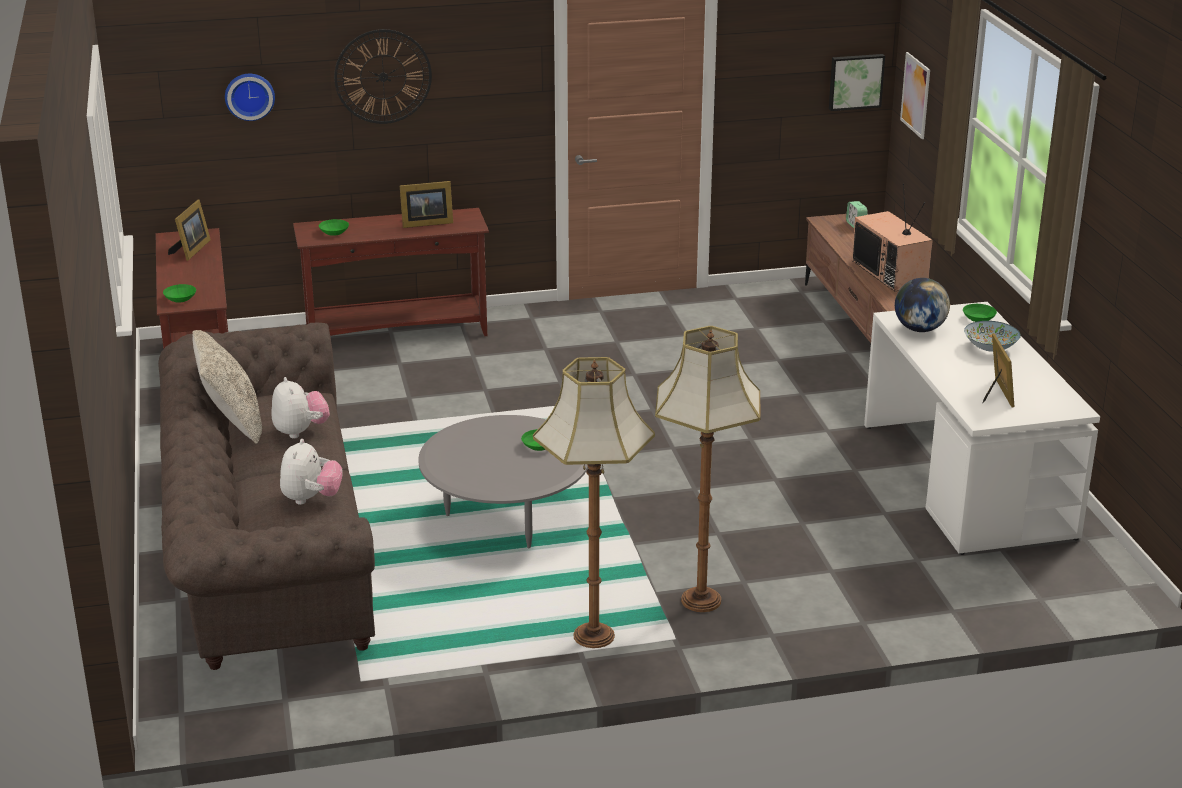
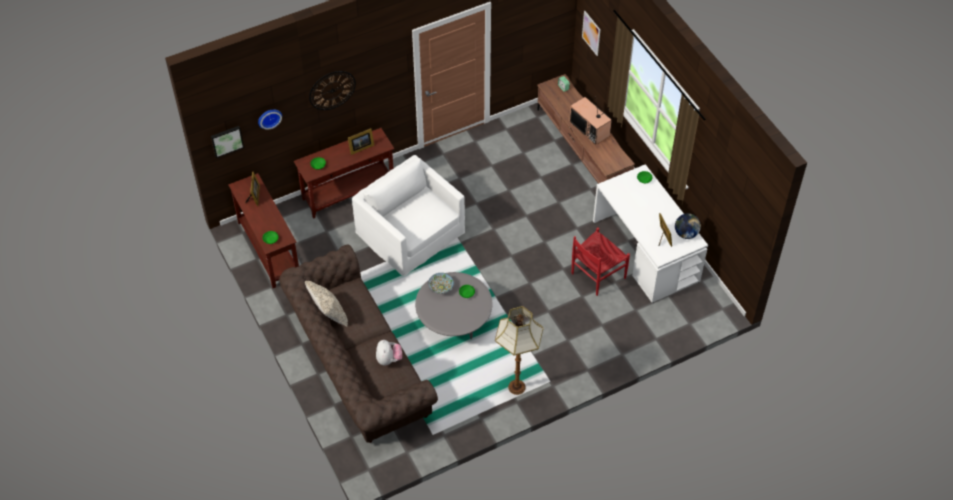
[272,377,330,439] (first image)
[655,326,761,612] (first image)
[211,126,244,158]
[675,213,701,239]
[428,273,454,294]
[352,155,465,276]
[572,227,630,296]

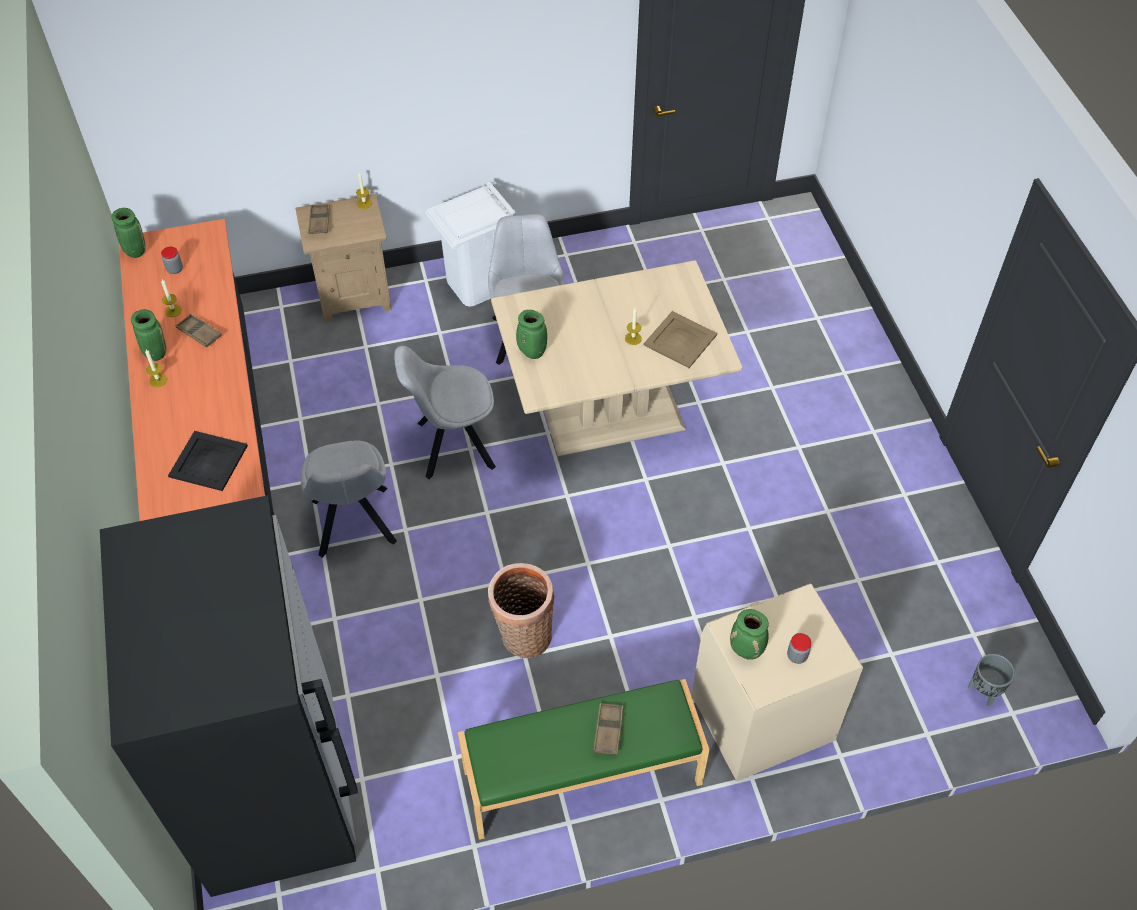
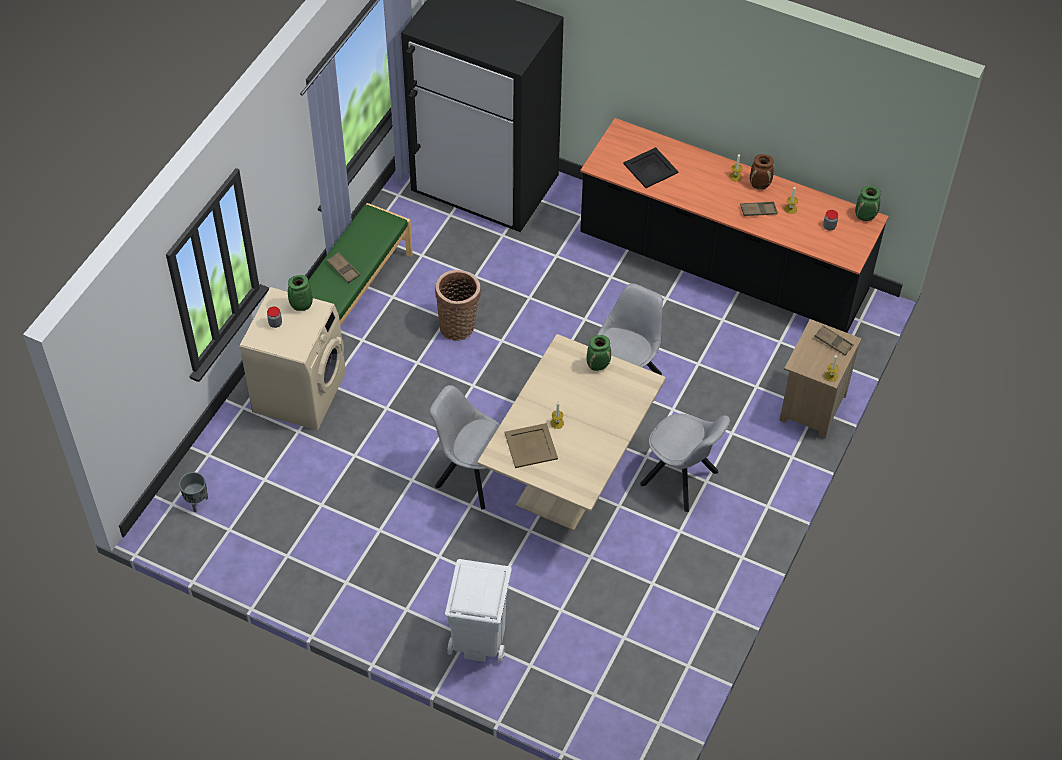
[750,154,774,189]
[430,385,500,510]
[445,559,512,662]

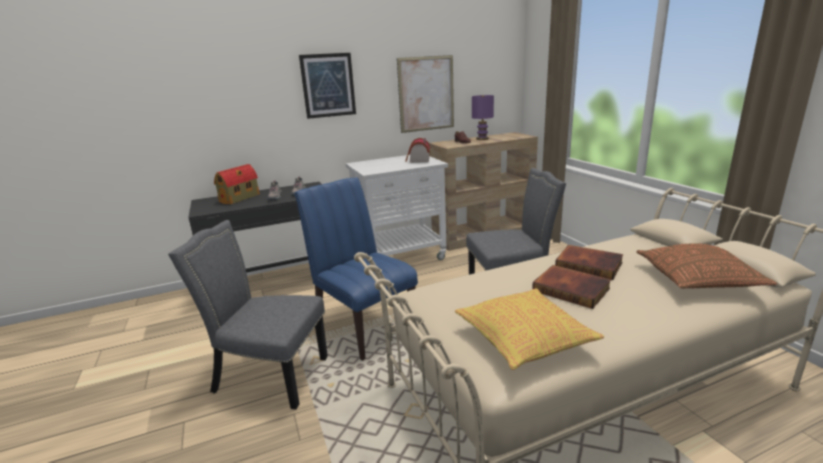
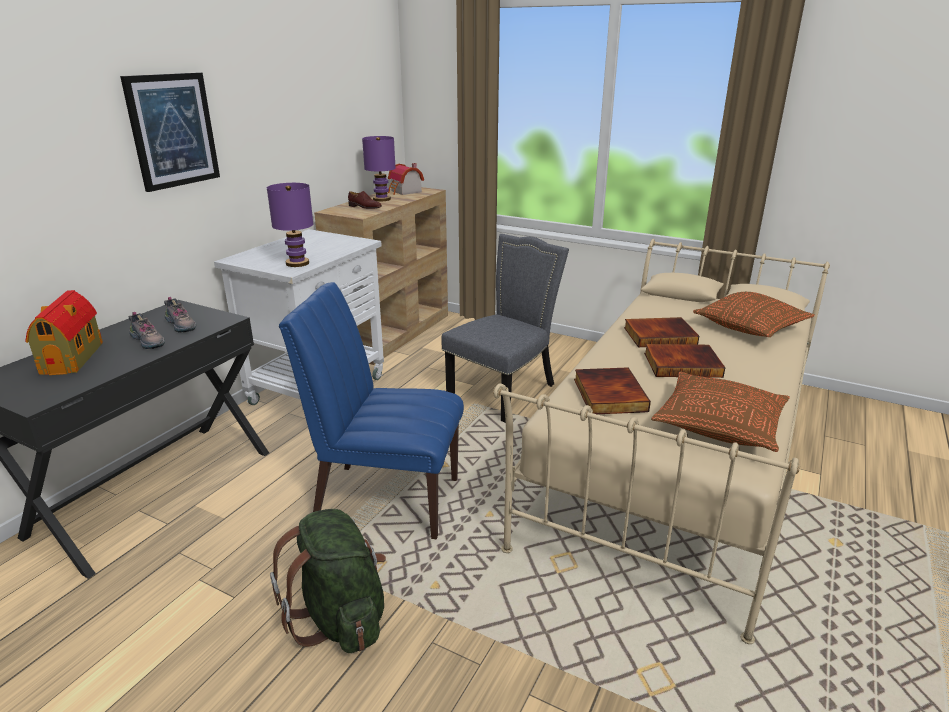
[270,509,386,653]
[397,55,454,133] (first image)
[388,163,424,195]
[651,371,790,452]
[267,183,313,267]
[574,367,651,414]

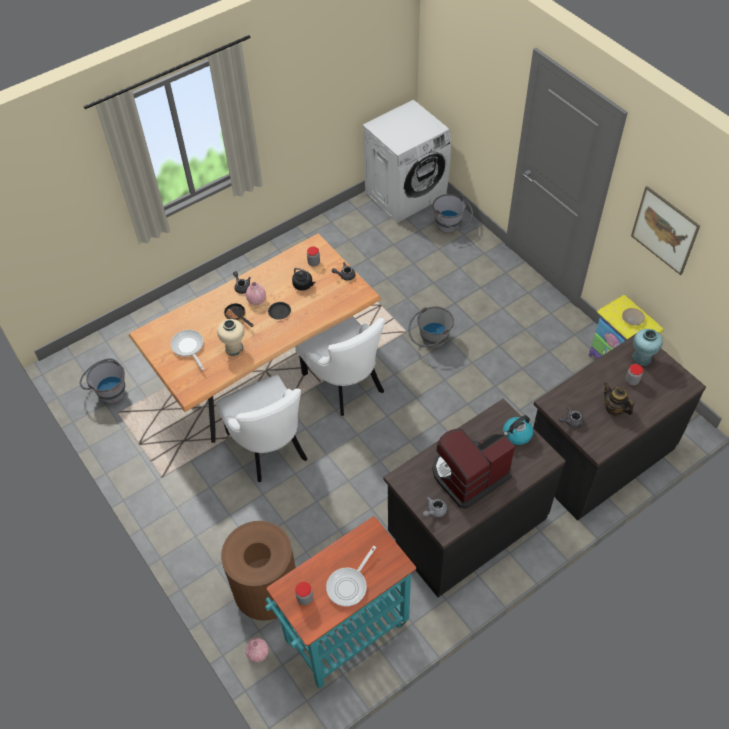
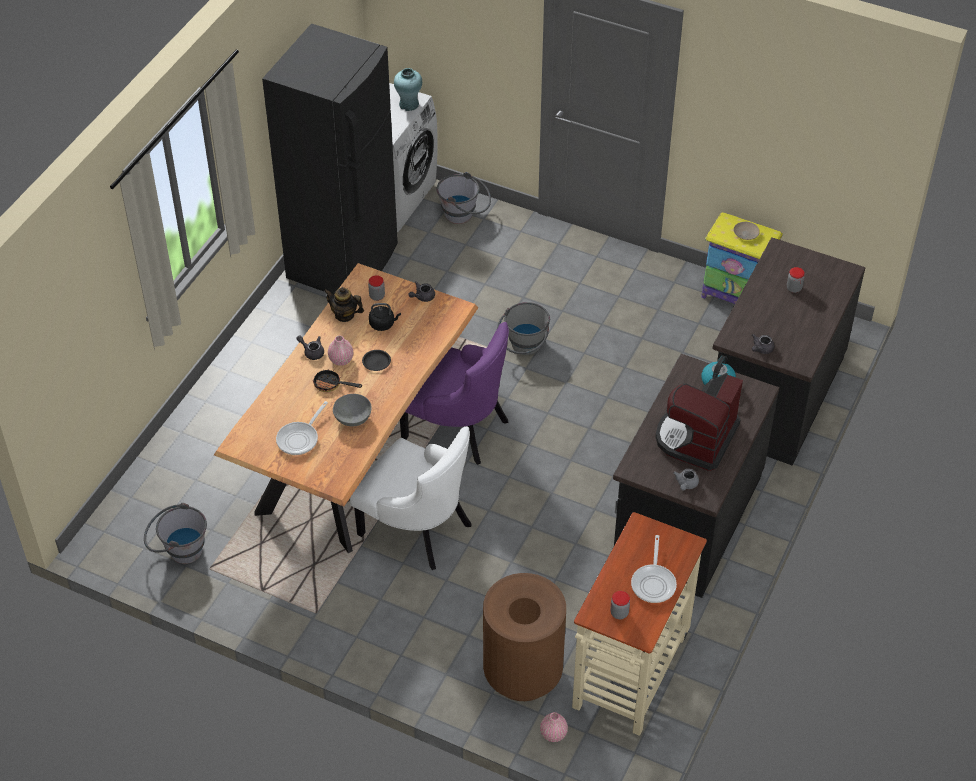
[276,401,328,455]
[333,394,372,426]
[572,512,707,736]
[400,322,509,465]
[324,287,364,322]
[631,186,700,275] (first image)
[394,68,422,111]
[262,23,398,295]

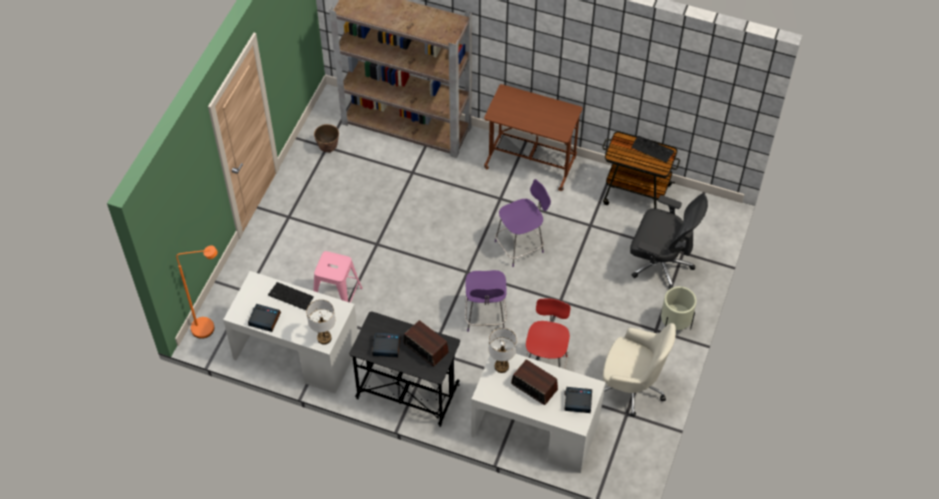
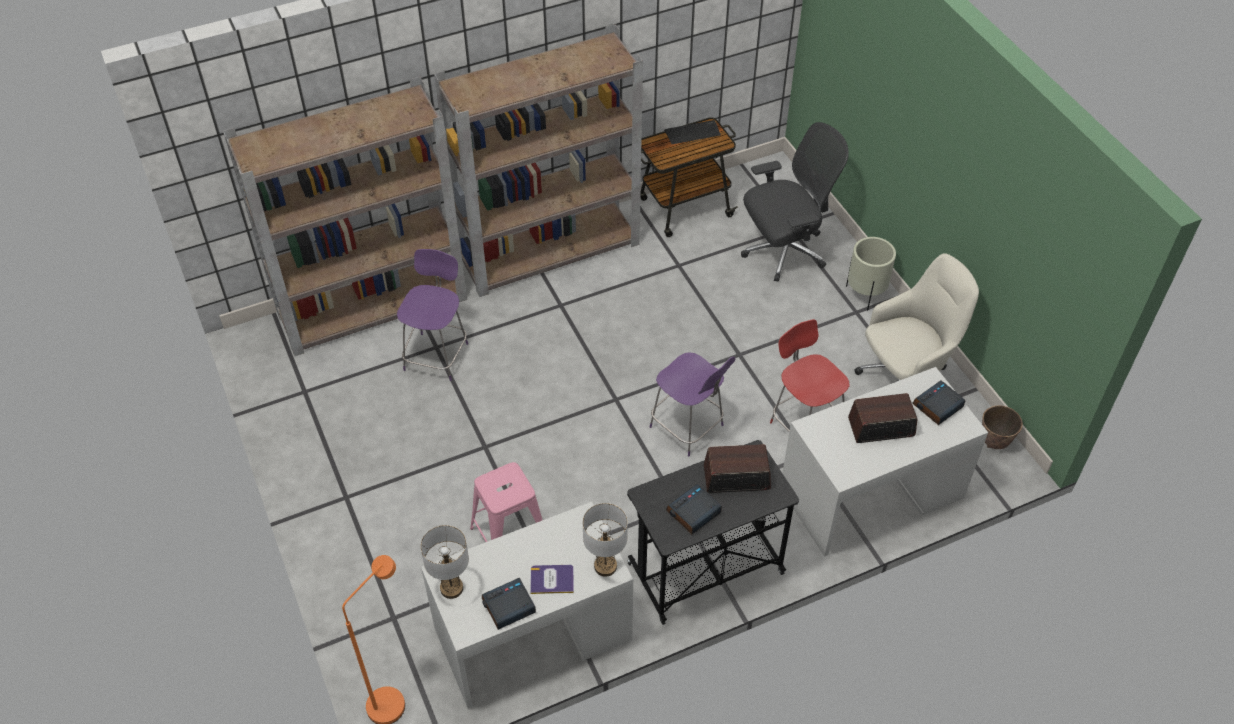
[268,282,314,310] (first image)
[982,405,1023,449]
[434,24,643,297]
[420,525,469,599]
[397,249,468,381]
[530,565,574,594]

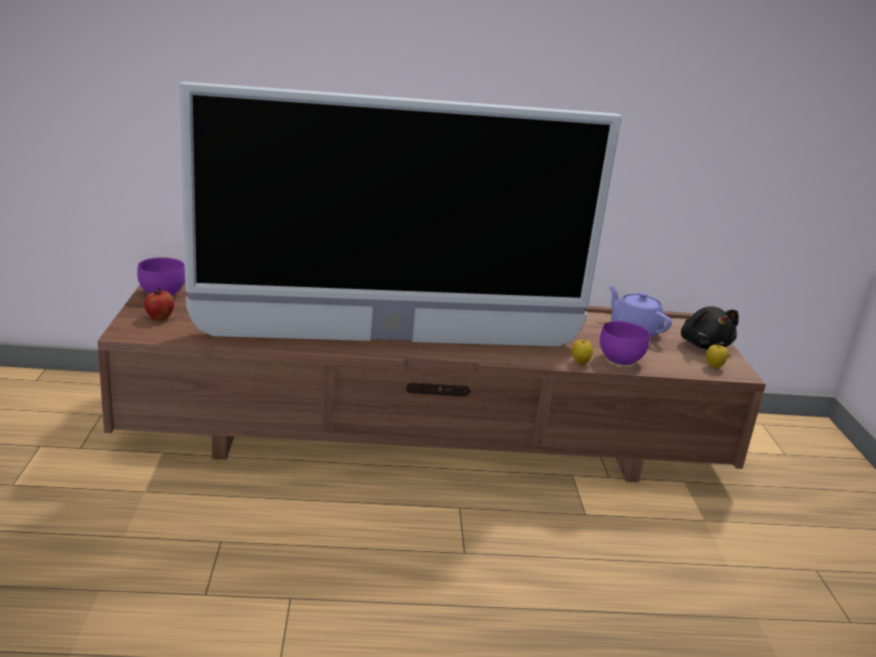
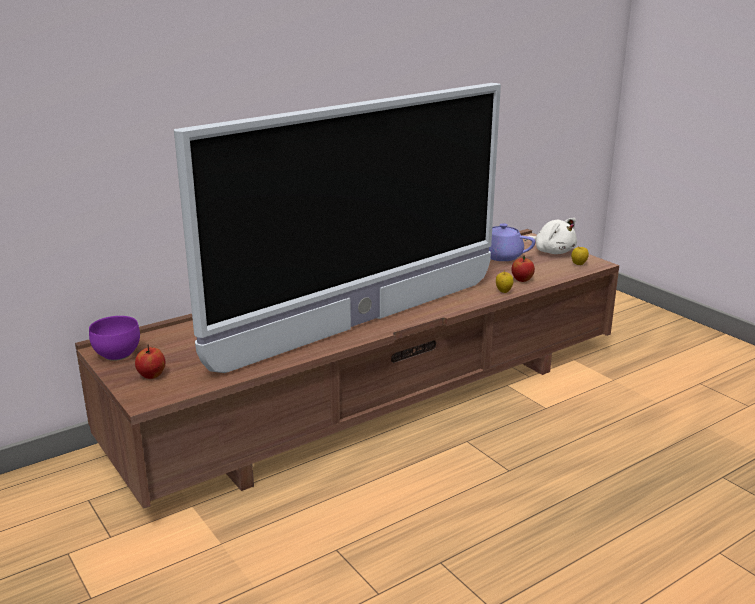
[511,255,535,282]
[525,218,577,254]

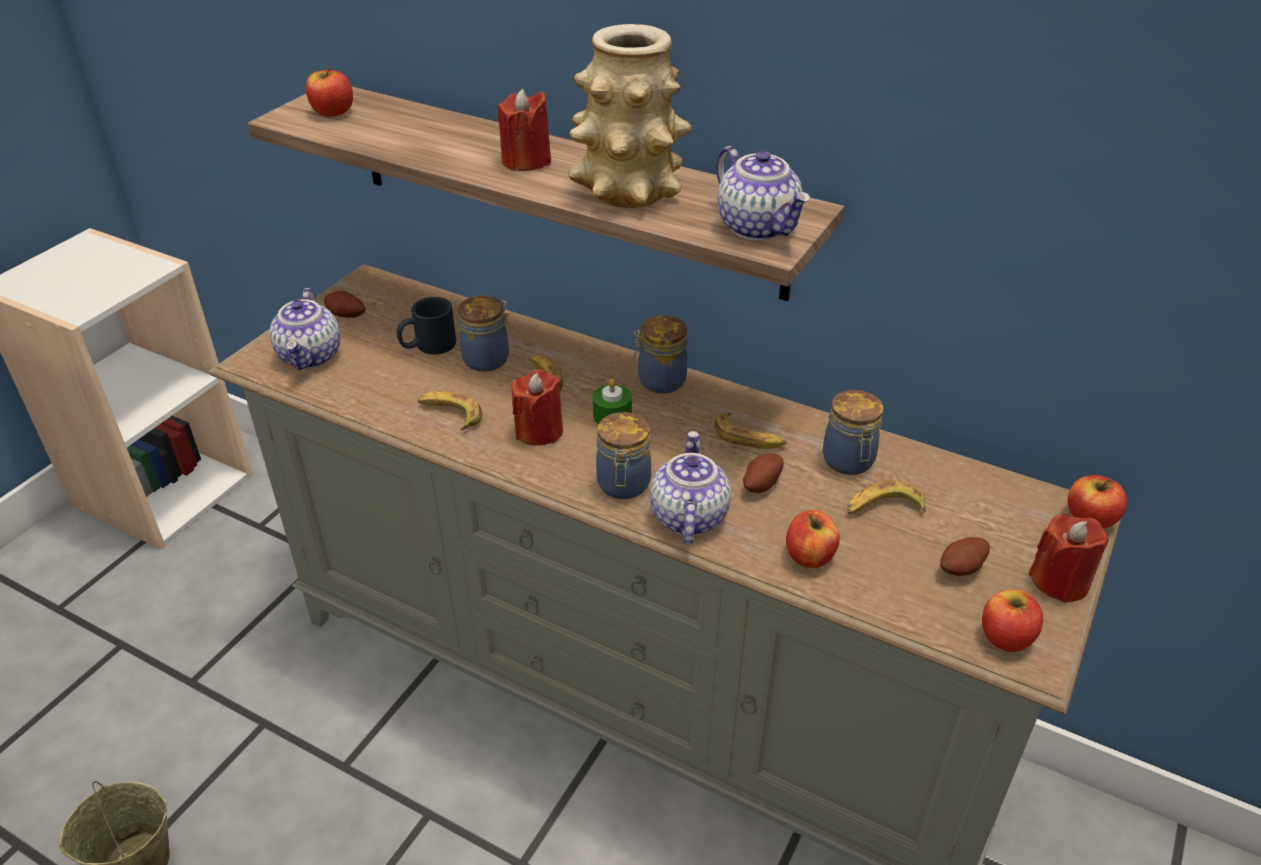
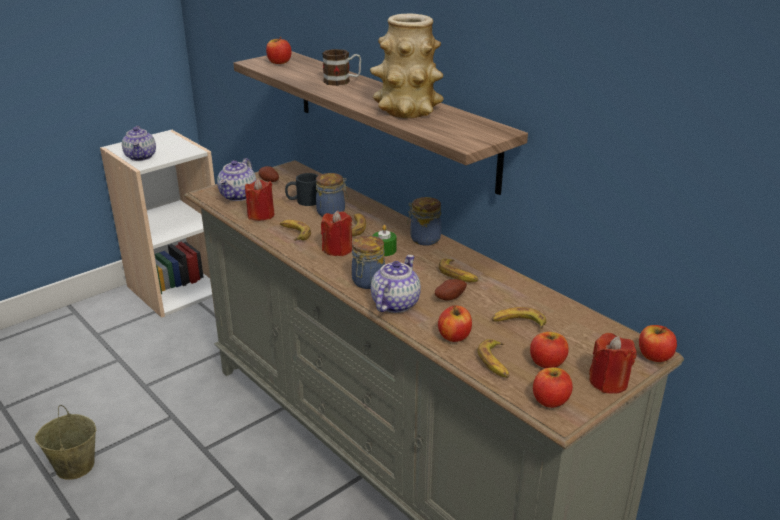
[245,178,274,221]
[122,126,156,161]
[823,390,883,475] (first image)
[530,332,569,368]
[322,49,361,86]
[478,339,510,378]

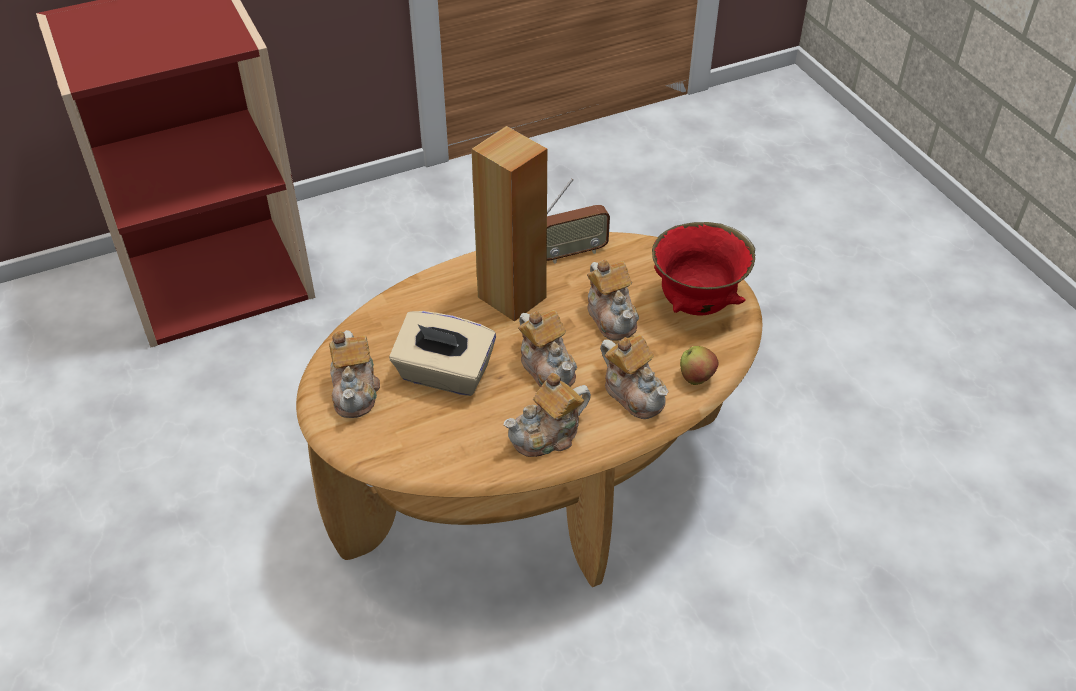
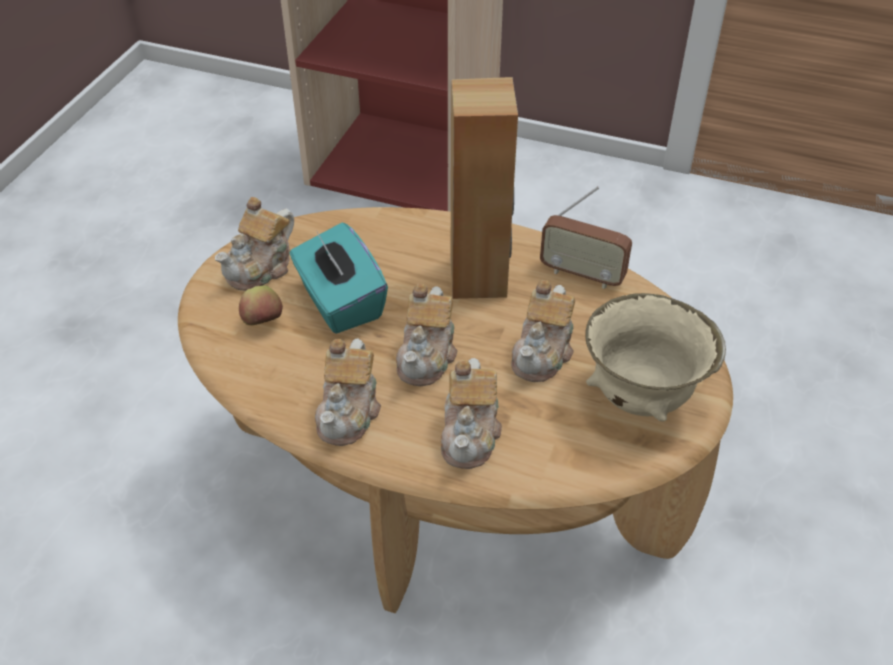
[290,223,388,334]
[315,339,381,446]
[585,293,726,422]
[239,285,283,325]

